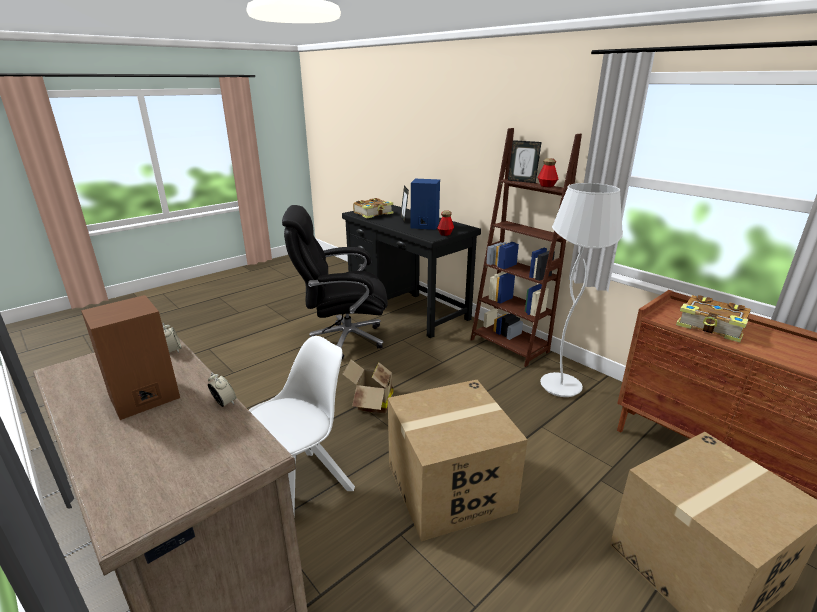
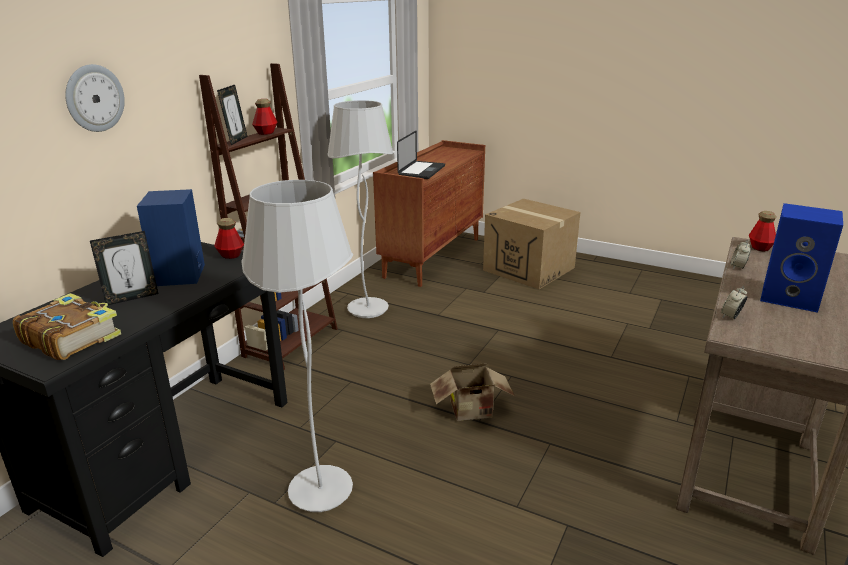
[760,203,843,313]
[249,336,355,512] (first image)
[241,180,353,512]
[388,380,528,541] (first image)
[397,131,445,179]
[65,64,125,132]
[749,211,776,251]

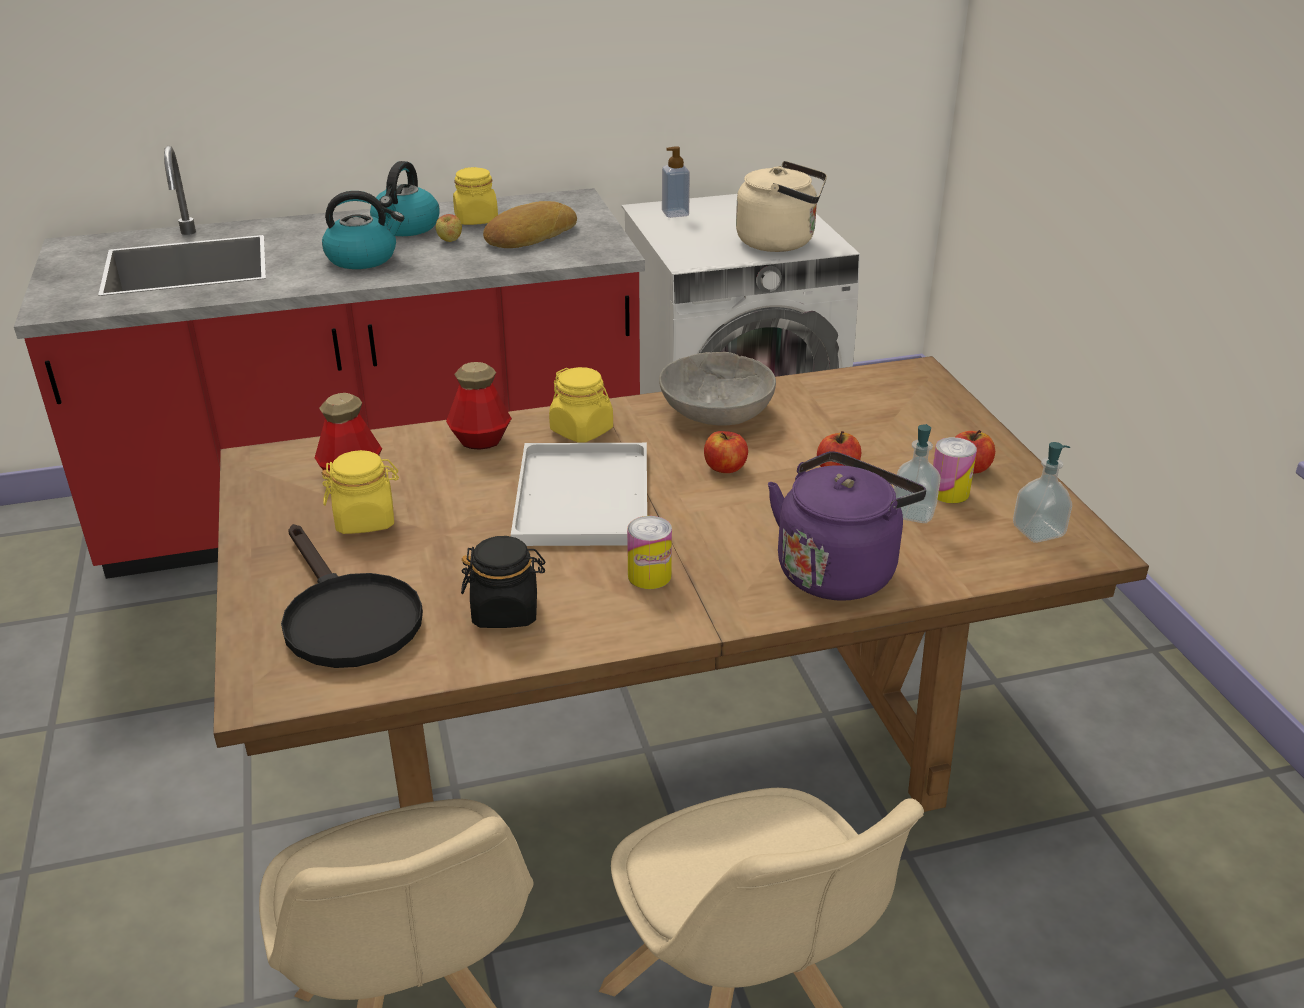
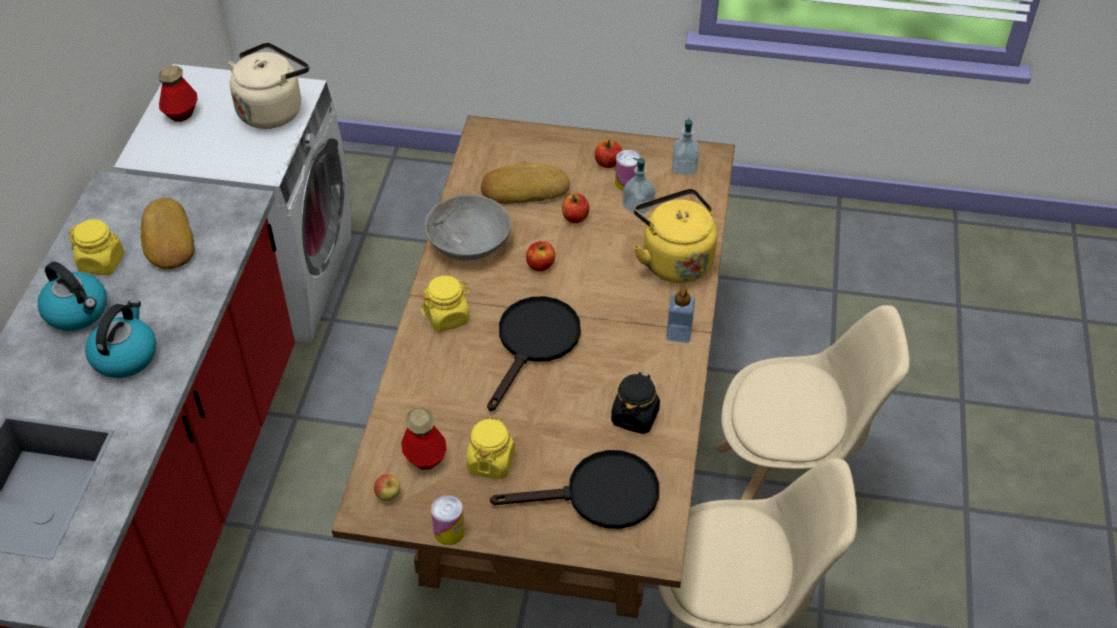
[374,474,401,501]
[158,65,197,122]
[487,296,581,411]
[431,495,465,545]
[666,286,695,343]
[633,189,717,283]
[481,163,570,204]

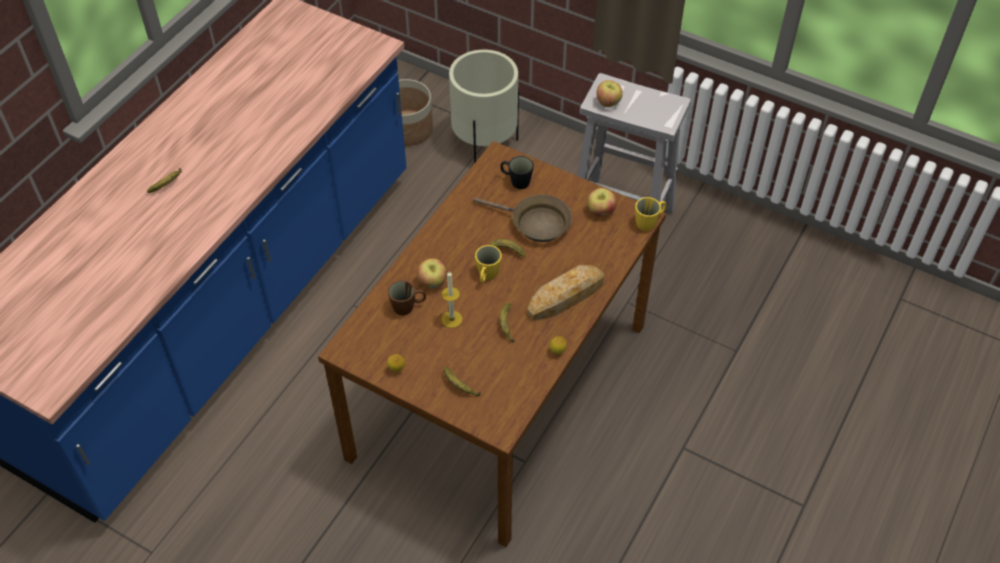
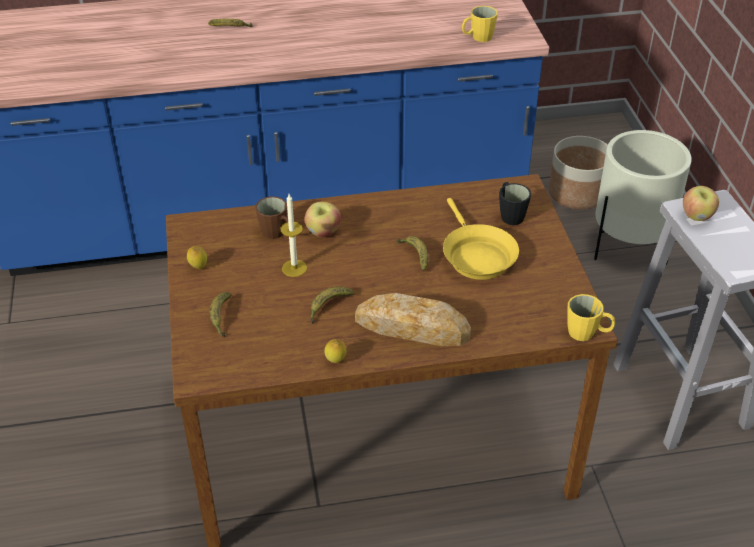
[443,198,519,280]
[462,6,498,42]
[587,188,617,216] (first image)

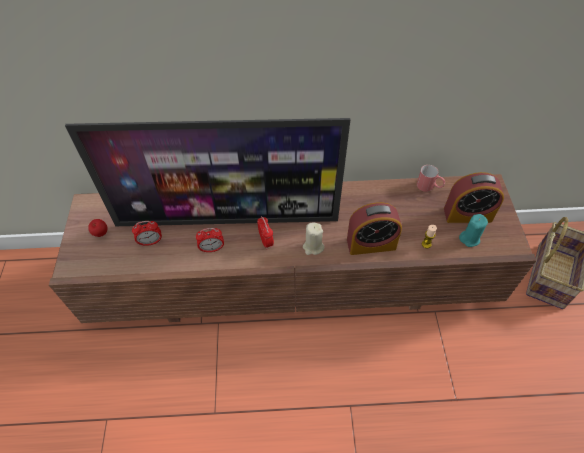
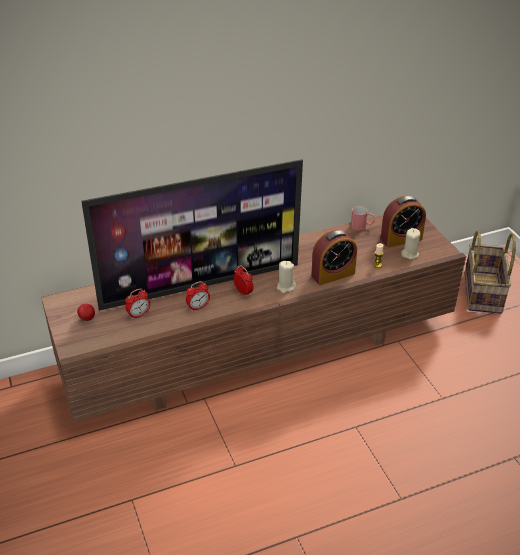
[401,228,420,259]

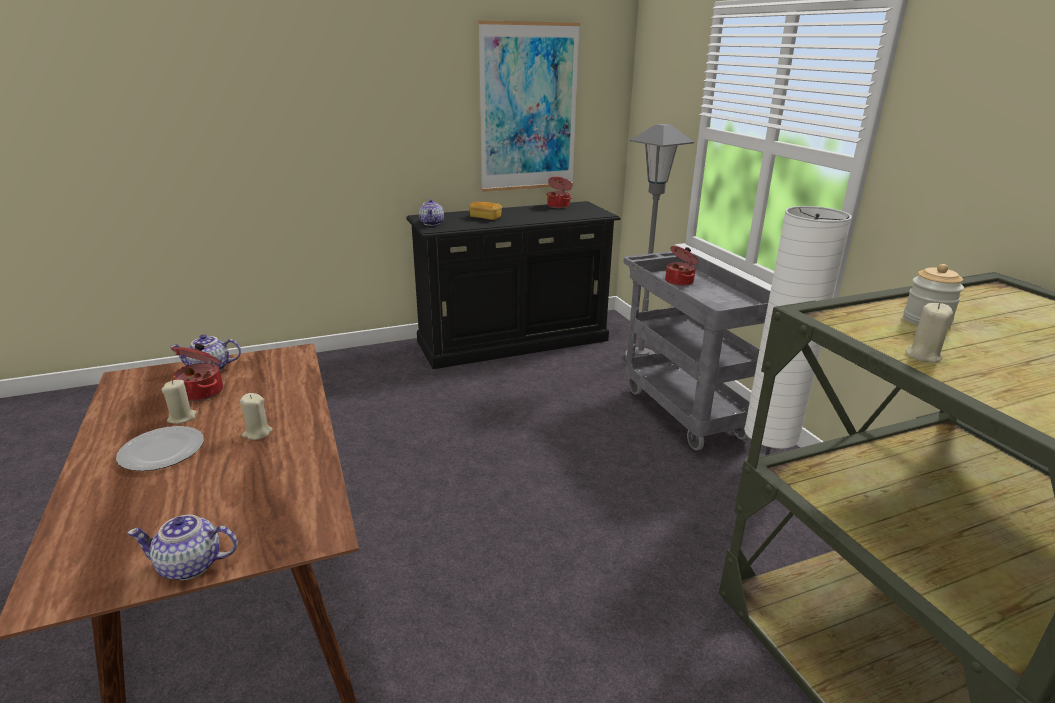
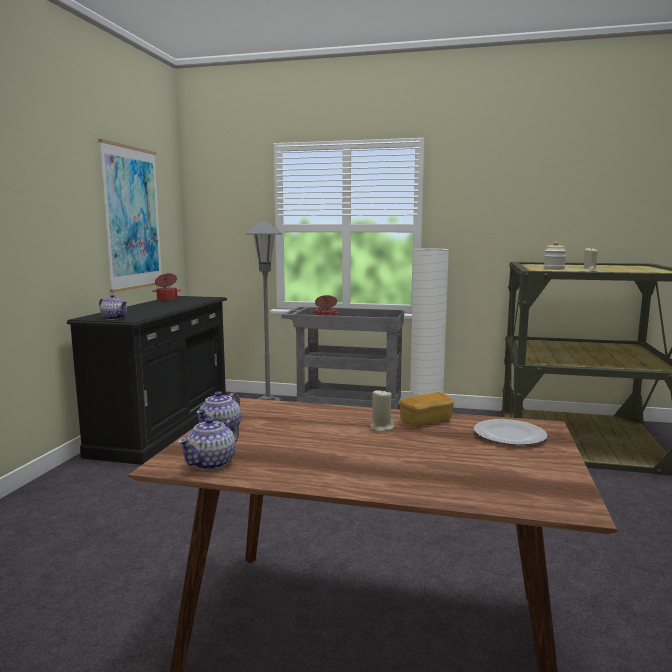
[474,419,547,445]
[178,417,239,470]
[162,380,197,424] (first image)
[171,343,223,402] (first image)
[399,392,454,426]

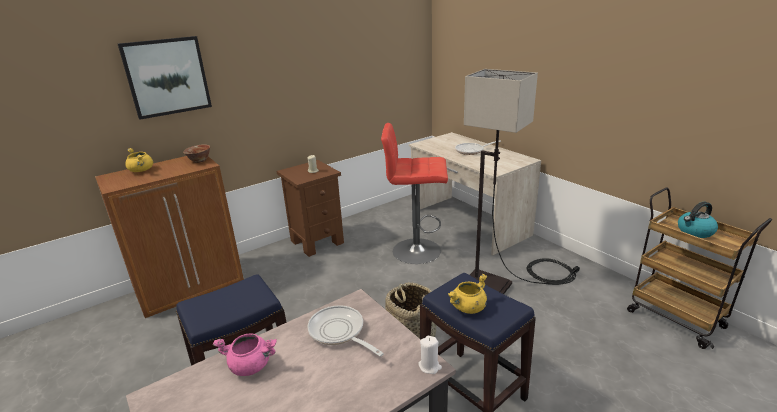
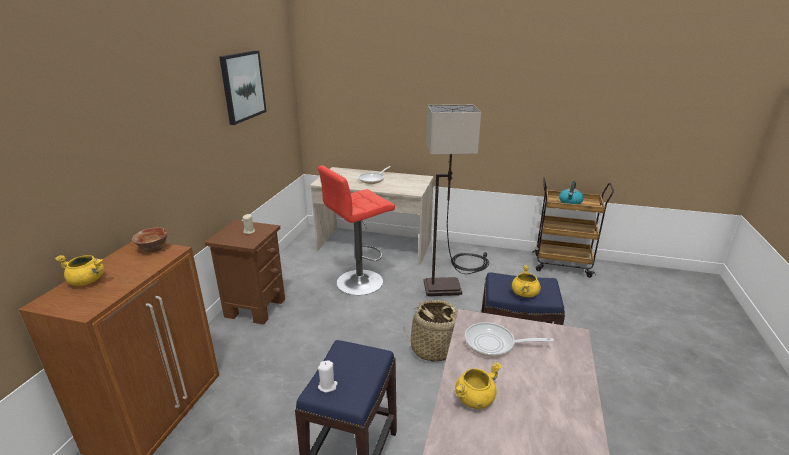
[219,50,267,125]
[455,362,502,409]
[318,360,338,392]

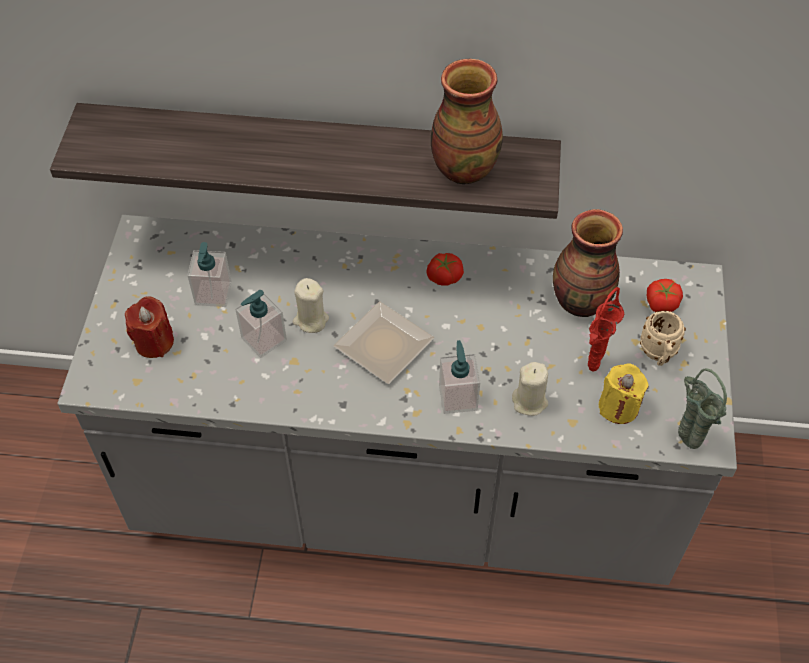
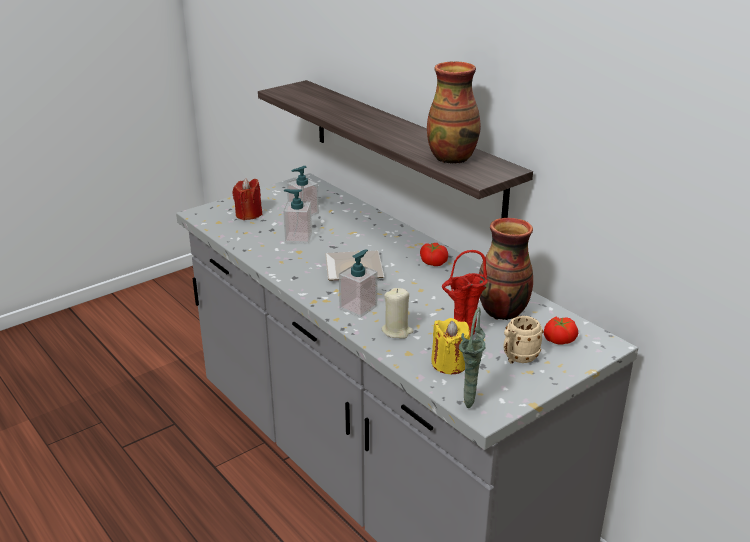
[293,278,329,333] (first image)

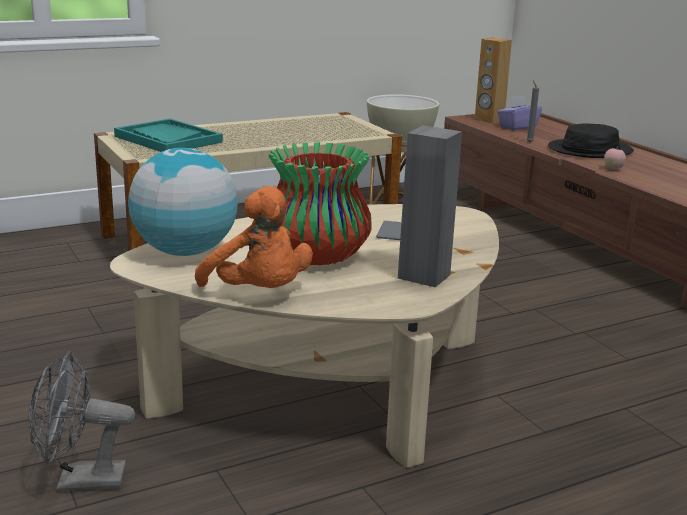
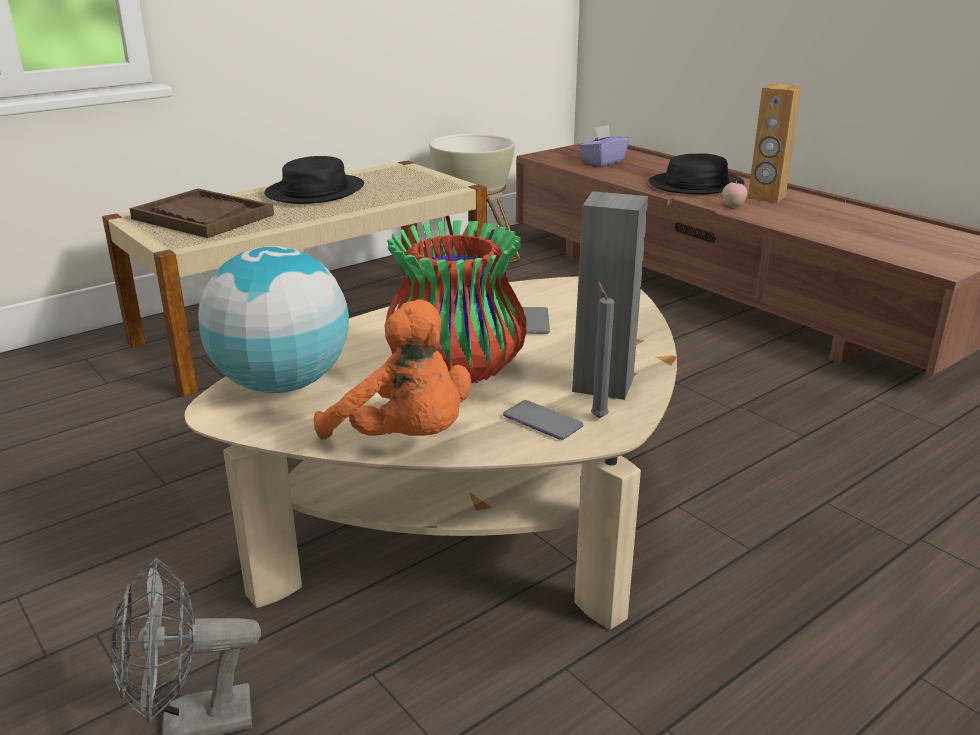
[130,189,274,238]
[748,83,801,203]
[591,281,614,418]
[264,156,364,204]
[503,400,584,440]

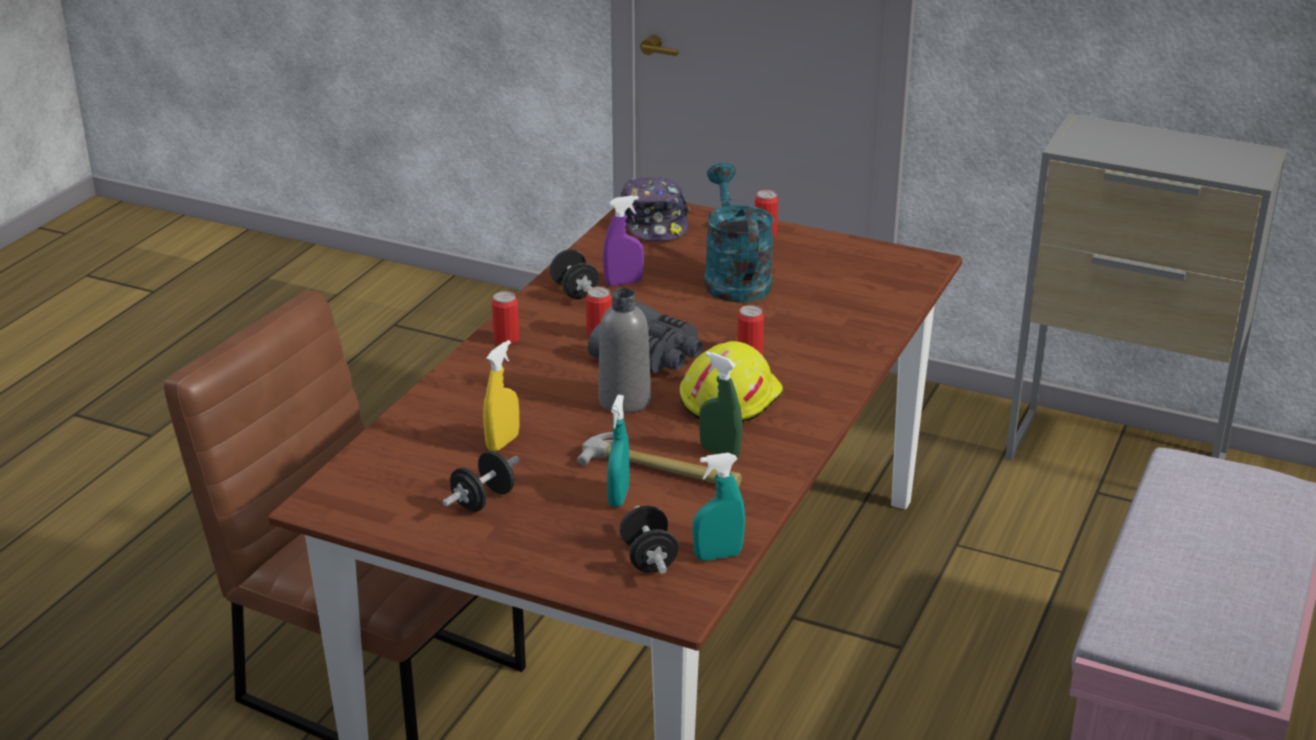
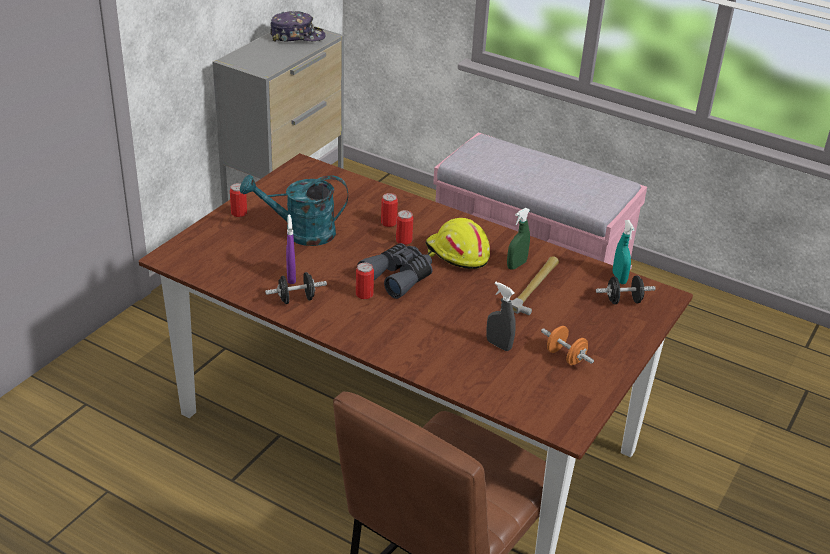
[541,326,594,365]
[486,282,516,351]
[381,193,398,227]
[598,288,651,413] (first image)
[607,395,630,507] (first image)
[270,11,326,42]

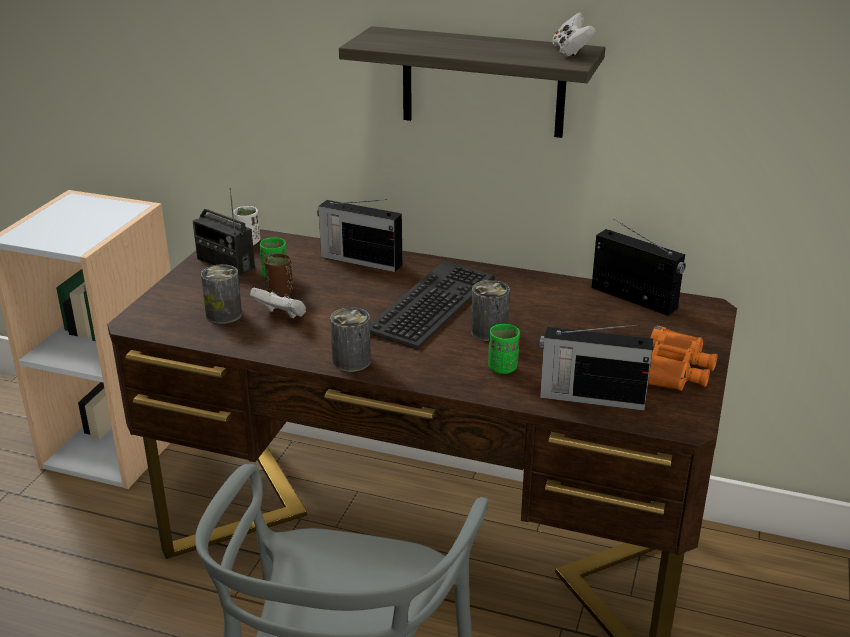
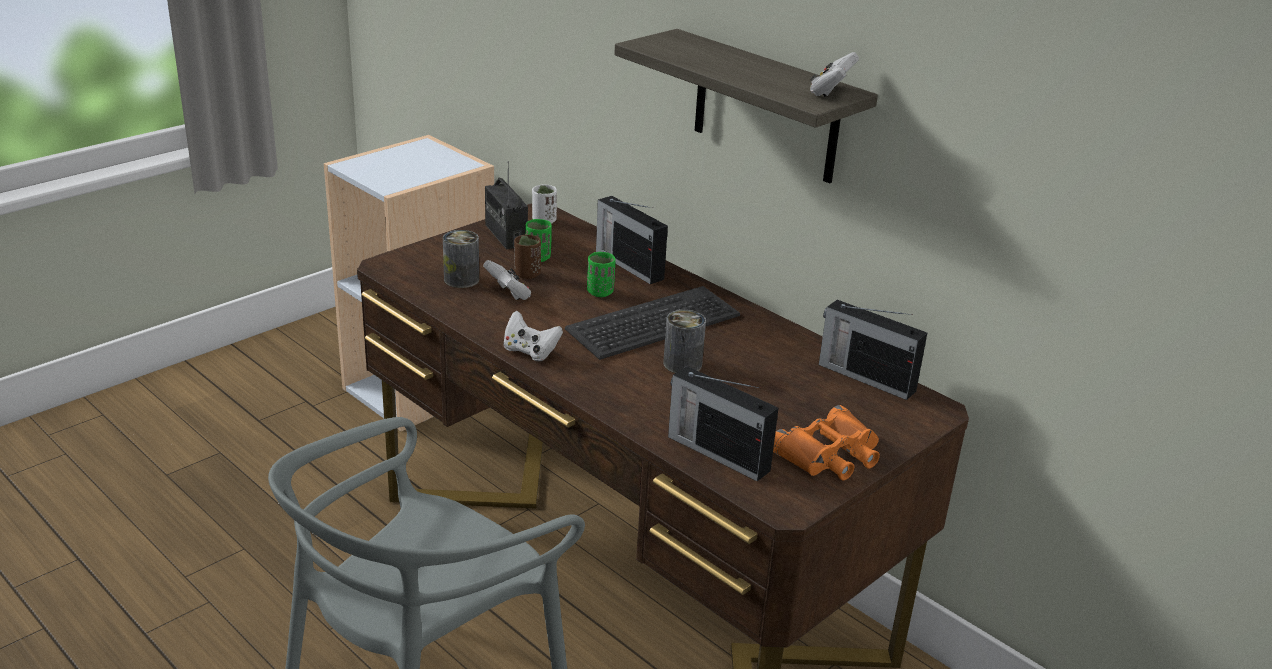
[504,311,563,361]
[587,252,616,297]
[819,300,927,400]

